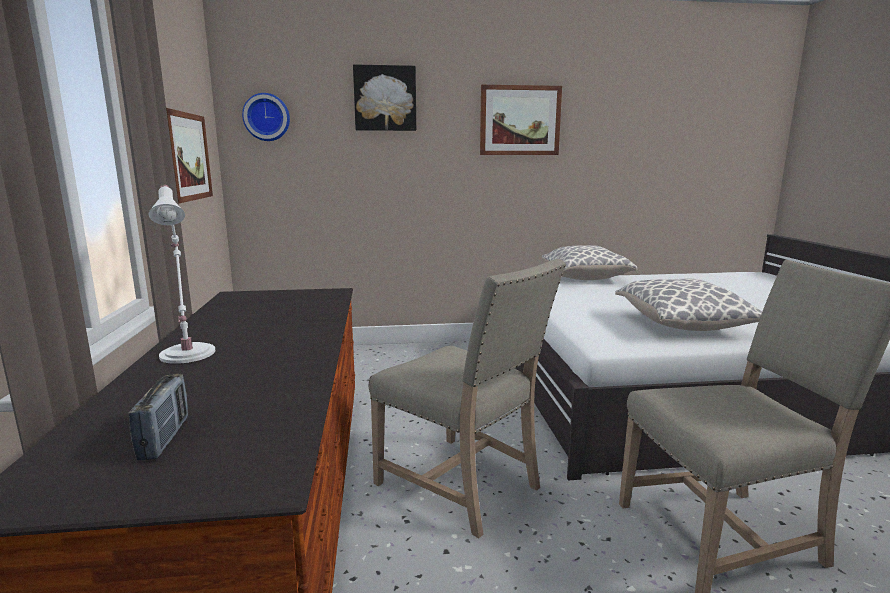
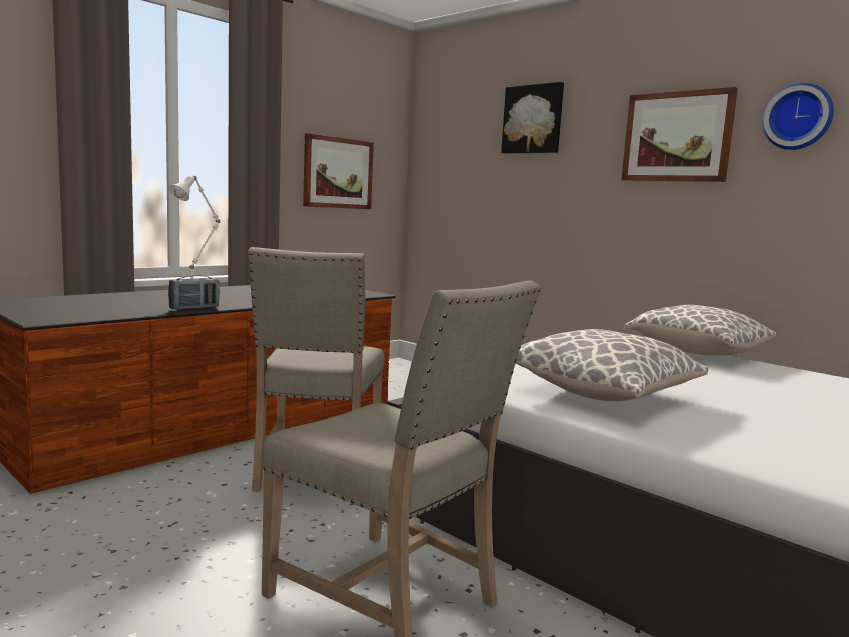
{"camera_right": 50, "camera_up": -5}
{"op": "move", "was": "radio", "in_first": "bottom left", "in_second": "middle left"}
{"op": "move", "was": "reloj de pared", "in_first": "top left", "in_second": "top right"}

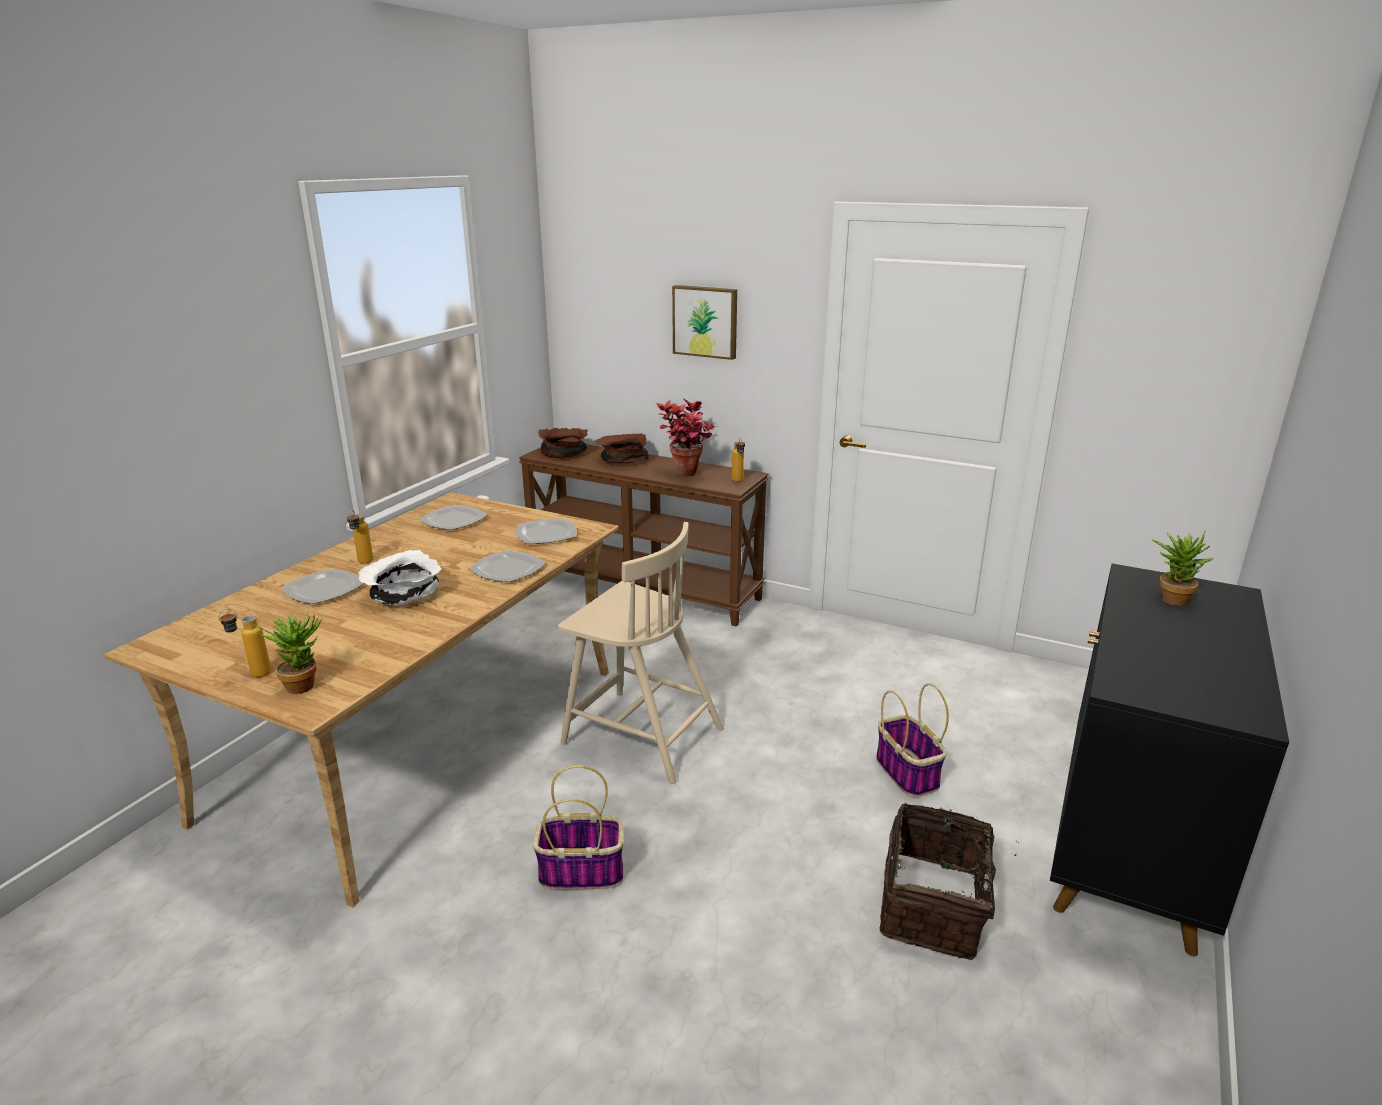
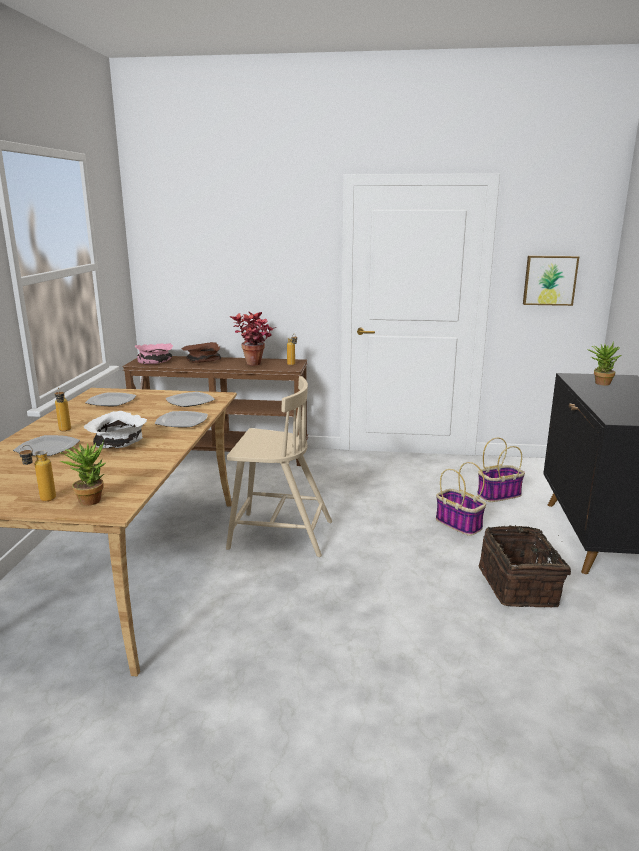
{"camera_right": -20, "camera_up": -5}
{"op": "move", "was": "cesta (1st from left in the first image)", "now": "cesta (2nd from left)", "in_first": "bottom centre", "in_second": "middle right"}
{"op": "move", "was": "cuadro", "in_first": "top centre", "in_second": "top right"}
{"op": "recolor", "was": "cuenco (marrón) (1st from left)", "now": "cuenco (rosa)", "in_first": "centre", "in_second": "middle left"}

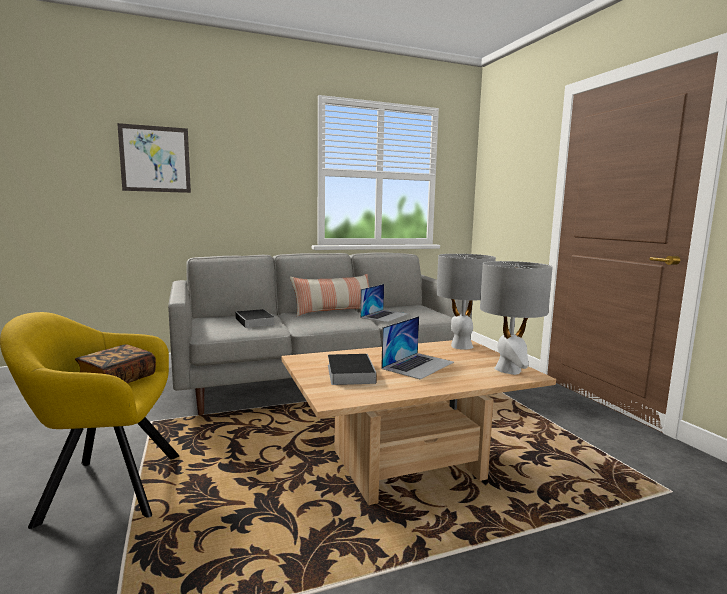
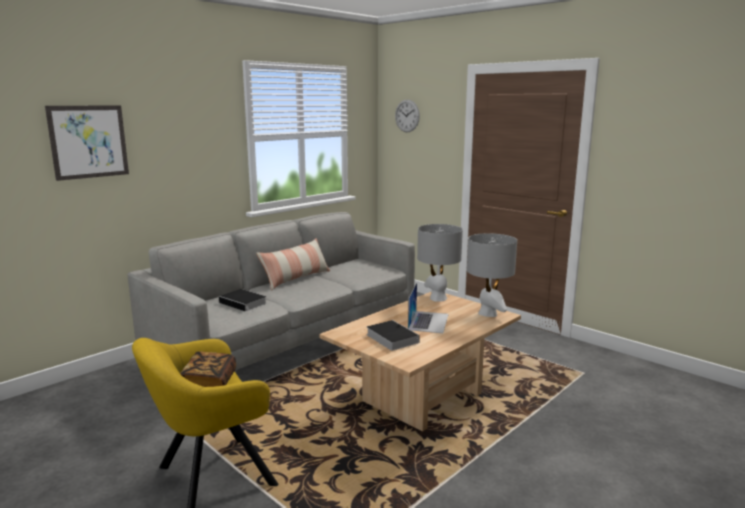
{"camera_right": -25, "camera_up": 5}
{"op": "delete", "was": "portátil (1st from left)", "in_first": "centre"}
{"op": "insert", "now": "reloj de pared", "in_second": "top centre"}

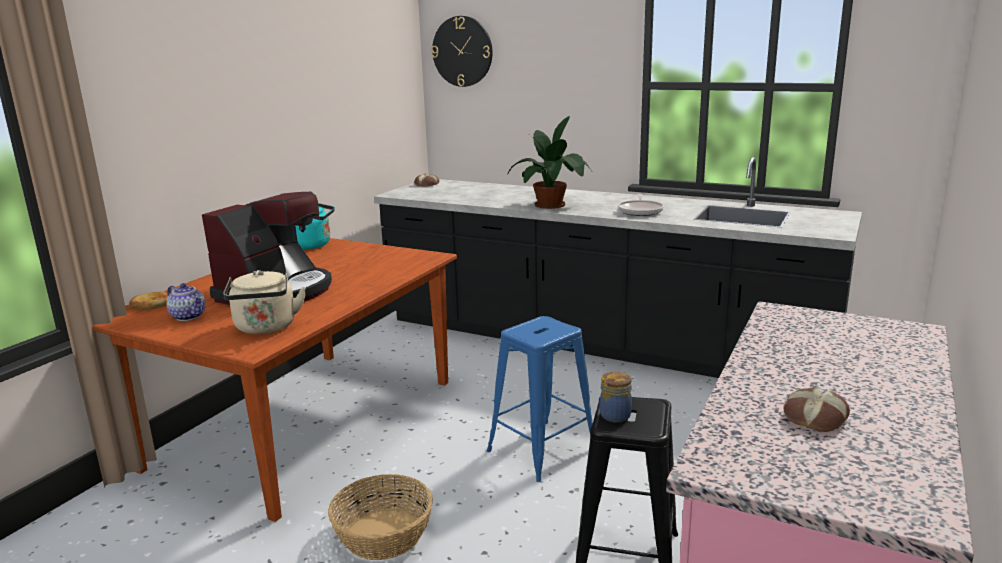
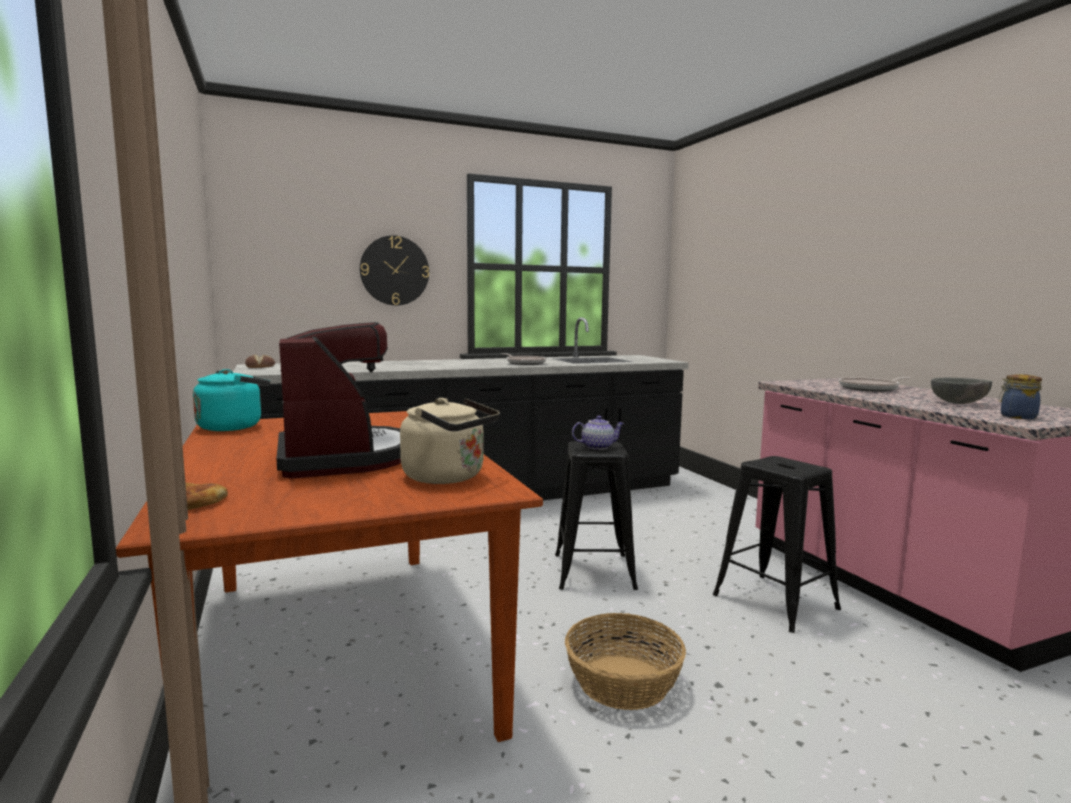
{"camera_right": -50, "camera_up": -10}
{"op": "delete", "was": "planta en maceta", "in_first": "top centre"}
{"op": "insert", "now": "sartén (2nd from left)", "in_second": "middle right"}
{"op": "move", "was": "tetera", "in_first": "middle left", "in_second": "centre"}
{"op": "move", "was": "reloj de pared", "in_first": "top centre", "in_second": "centre"}
{"op": "move", "was": "tarro", "in_first": "bottom centre", "in_second": "middle right"}
{"op": "replace", "was": "pan (3rd from left)", "now": "cuenco (gris)", "in_first": "bottom right", "in_second": "middle right"}
{"op": "recolor", "was": "taburete (azul)", "now": "taburete (negro) (1st from left)", "in_first": "bottom centre", "in_second": "centre"}

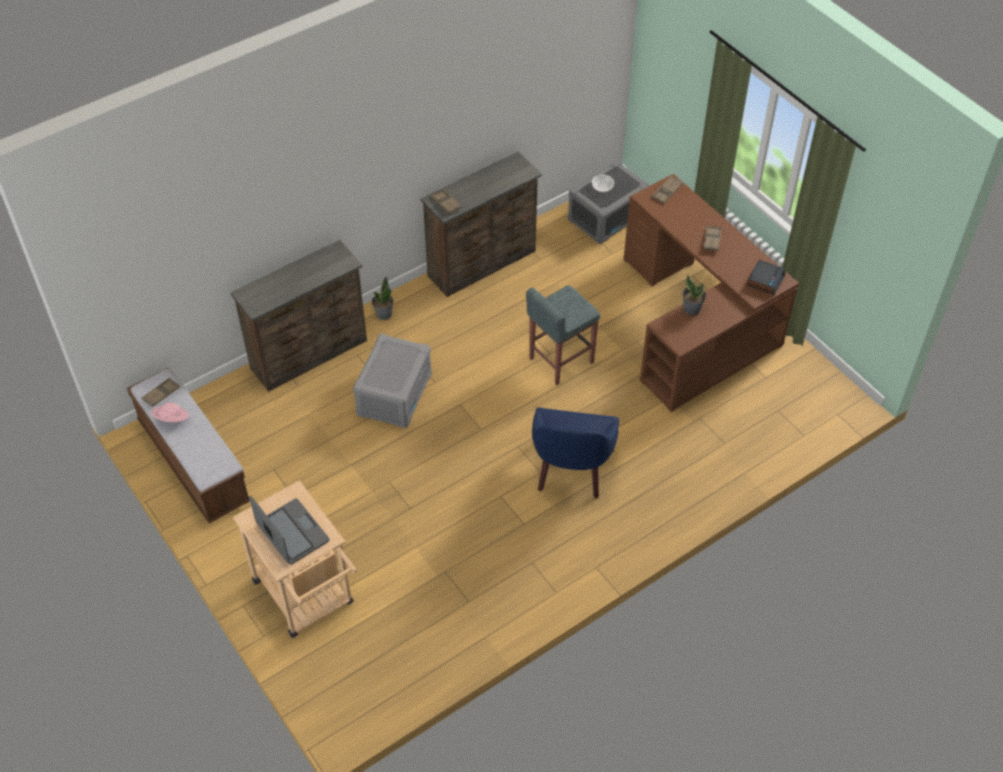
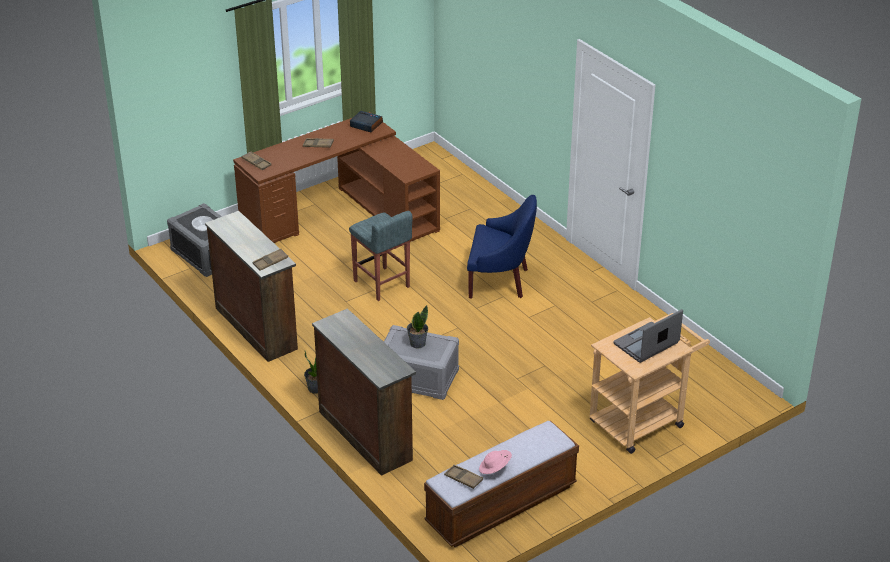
{"camera_right": -90, "camera_up": -15}
{"op": "move", "was": "planta en maceta (2nd from left)", "in_first": "middle right", "in_second": "centre"}

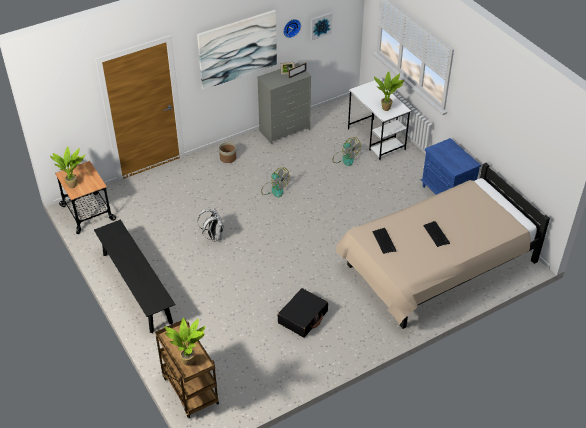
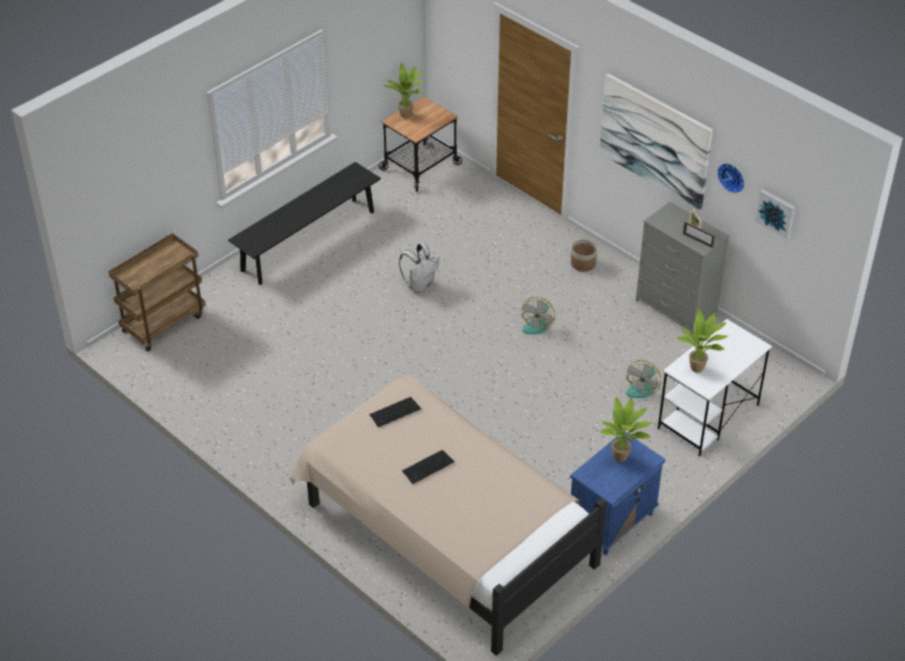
{"camera_right": 75, "camera_up": 0}
{"op": "delete", "was": "maleta (negro)", "in_first": "bottom centre"}
{"op": "move", "was": "planta en maceta (2nd from left)", "in_first": "bottom left", "in_second": "middle right"}

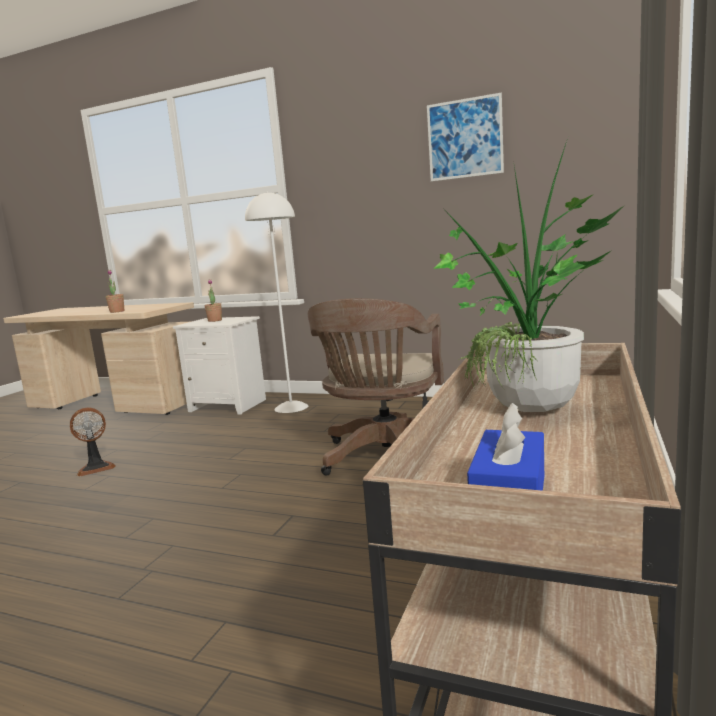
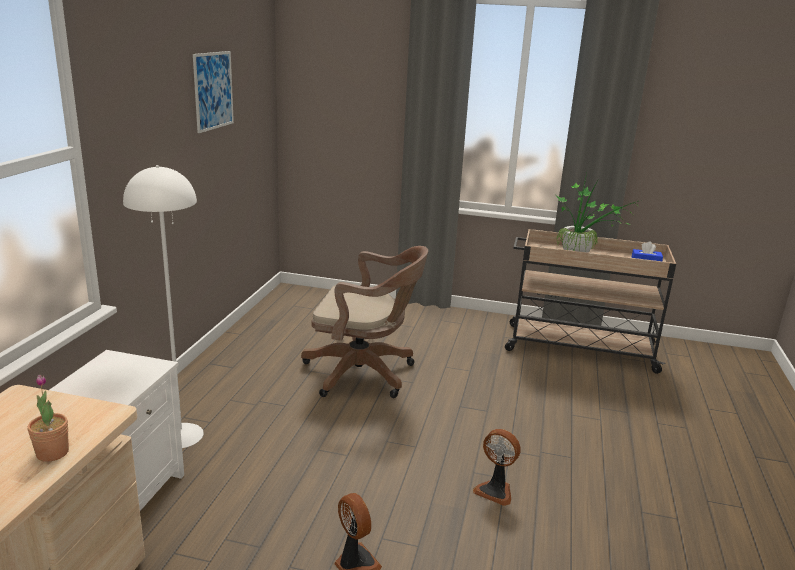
{"camera_right": -100, "camera_up": 10}
{"op": "delete", "was": "planta en maceta (2nd from left)", "in_first": "middle left"}
{"op": "insert", "now": "ventilador (2nd from left)", "in_second": "bottom centre"}

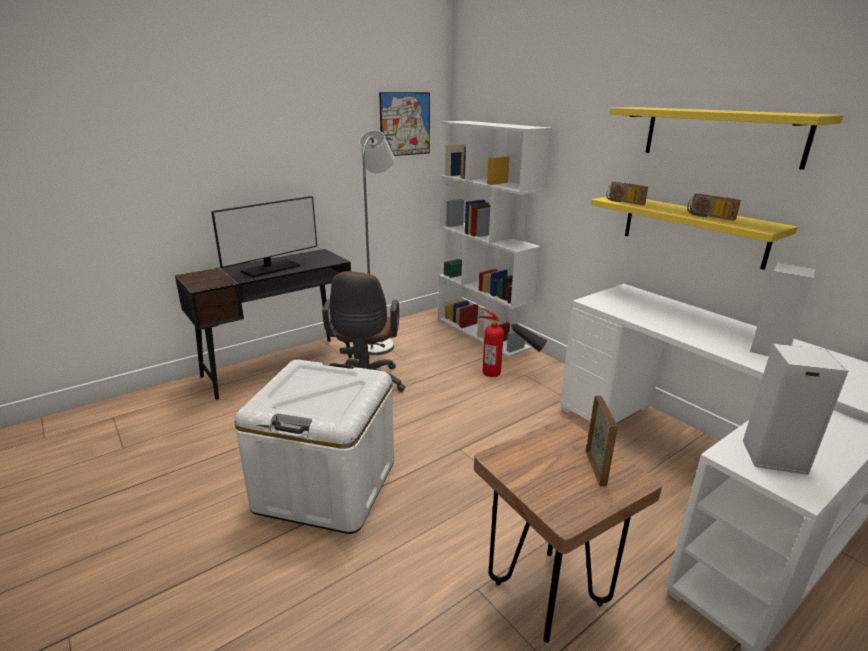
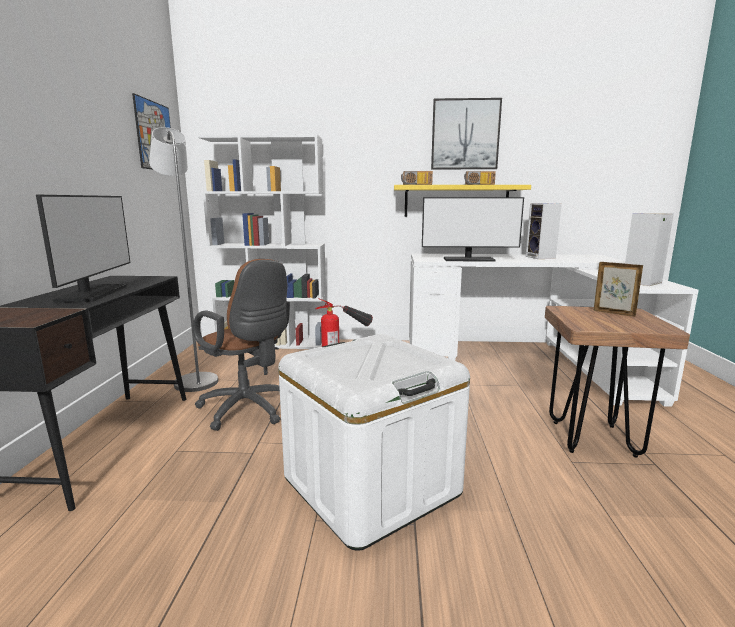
{"camera_right": -50, "camera_up": -10}
{"op": "insert", "now": "monitor (2nd from left)", "in_second": "centre"}
{"op": "replace", "was": "estante (amarillo) (2nd from left)", "now": "cuadro (2nd from left)", "in_first": "top right", "in_second": "top centre"}

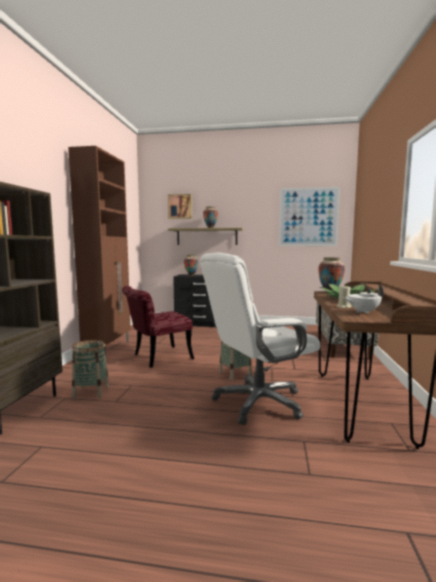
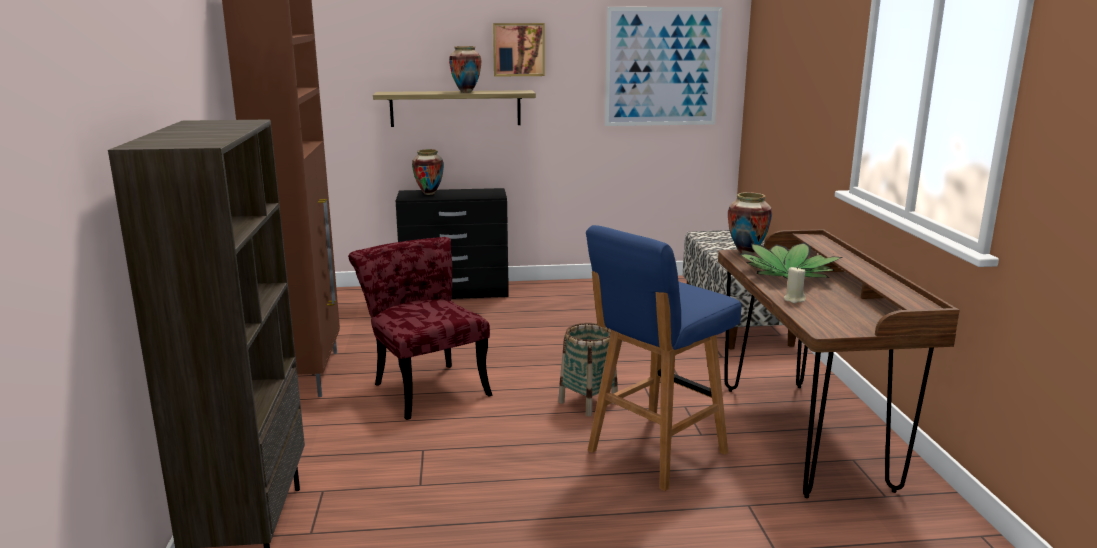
{"camera_right": -15, "camera_up": 10}
{"op": "delete", "was": "cesta (1st from left)", "in_first": "middle left"}
{"op": "delete", "was": "tetera (blanco)", "in_first": "middle right"}
{"op": "move", "was": "cuadro (1st from left)", "in_first": "centre", "in_second": "top centre"}
{"op": "replace", "was": "silla de oficina (blanco)", "now": "taburete (azul)", "in_first": "centre", "in_second": "centre"}
{"op": "rotate", "was": "silla (rojo)", "in_first": "centre", "in_second": "centre", "clockwise": 105}

